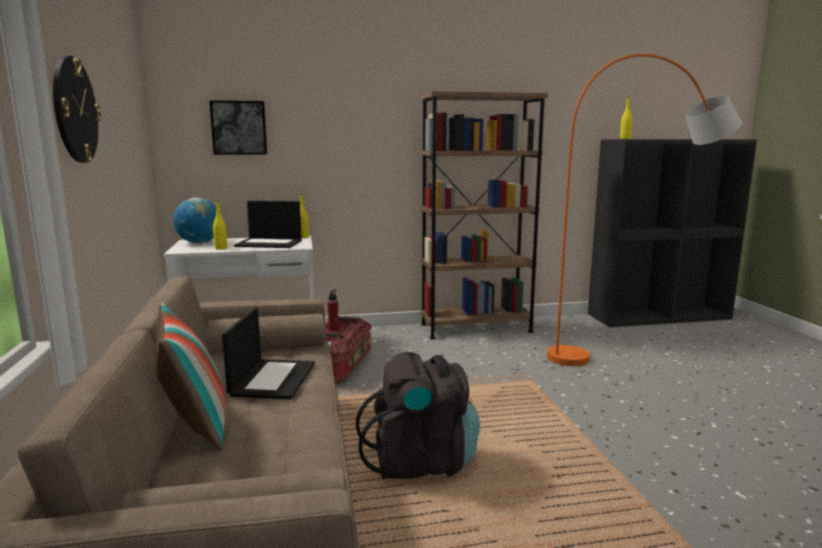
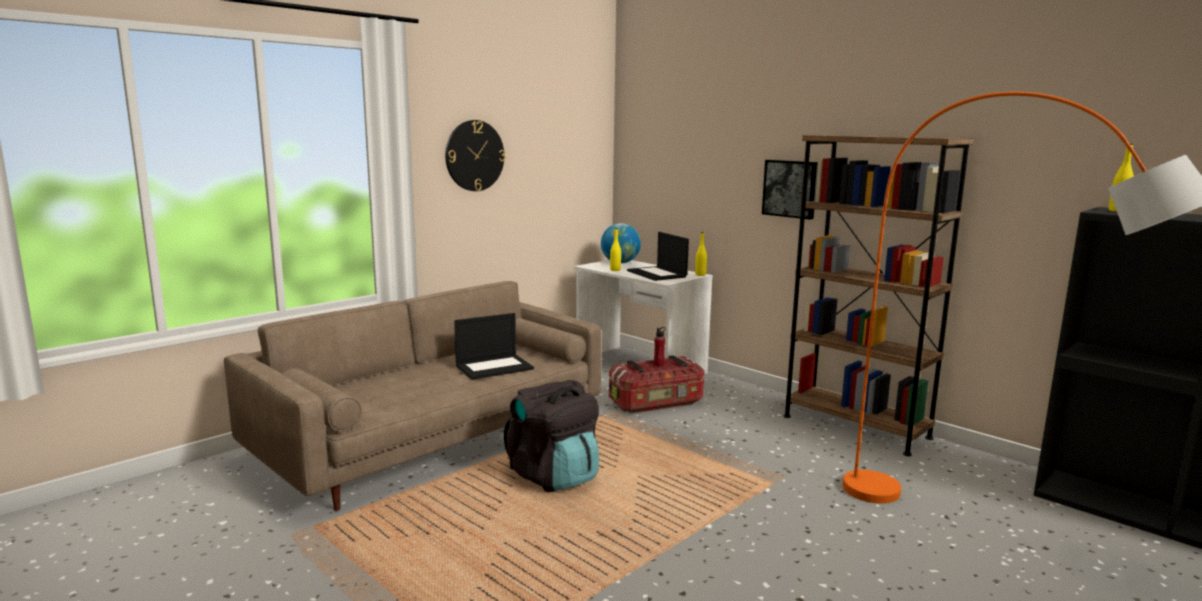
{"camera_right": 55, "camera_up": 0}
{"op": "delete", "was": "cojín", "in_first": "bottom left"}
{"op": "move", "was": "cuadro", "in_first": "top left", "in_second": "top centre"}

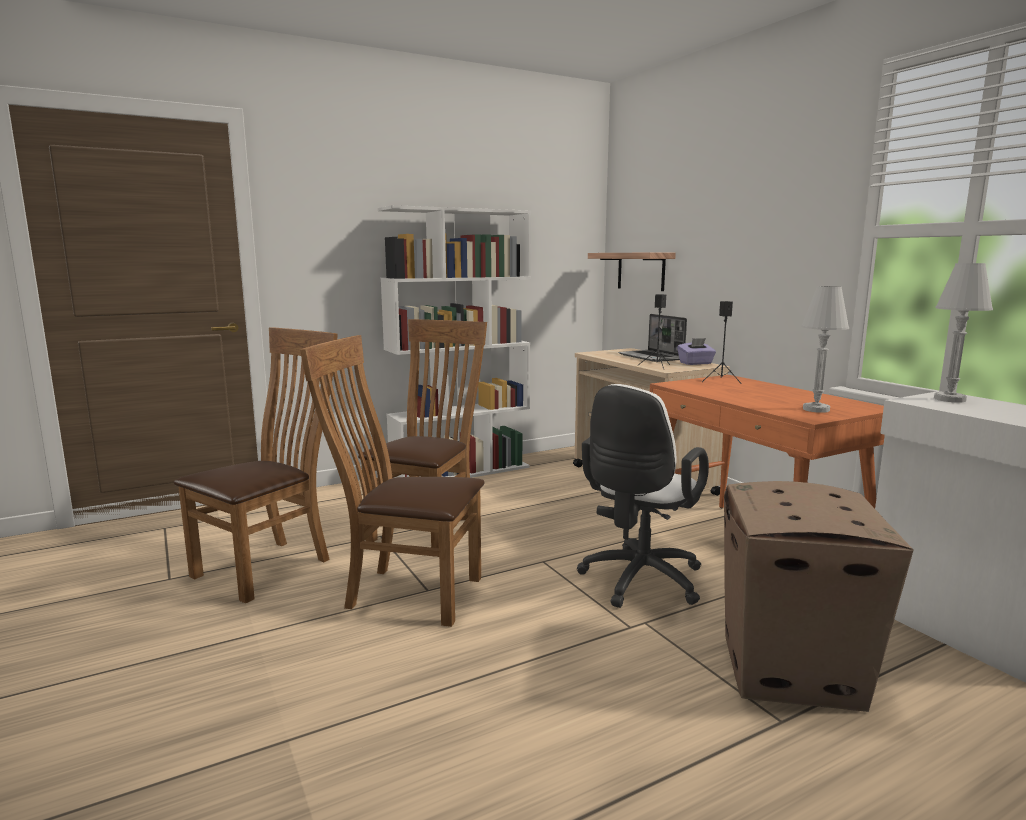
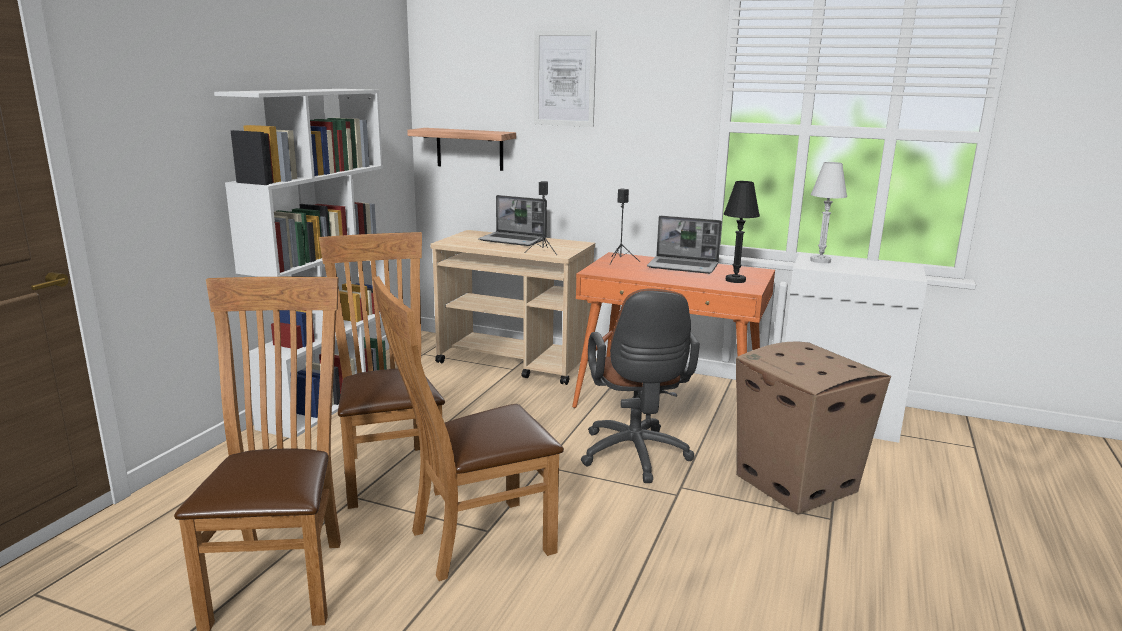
{"camera_right": -40, "camera_up": 5}
{"op": "delete", "was": "caja de pañuelos (morado)", "in_first": "middle right"}
{"op": "insert", "now": "cuadro", "in_second": "top centre"}
{"op": "insert", "now": "portátil (2nd from left)", "in_second": "centre"}
{"op": "recolor", "was": "silla de oficina (blanco)", "now": "silla de oficina (marrón)", "in_first": "centre", "in_second": "centre"}
{"op": "recolor", "was": "lámpara de mesa (blanco) (1st from left)", "now": "lámpara de mesa (negro)", "in_first": "middle right", "in_second": "centre"}

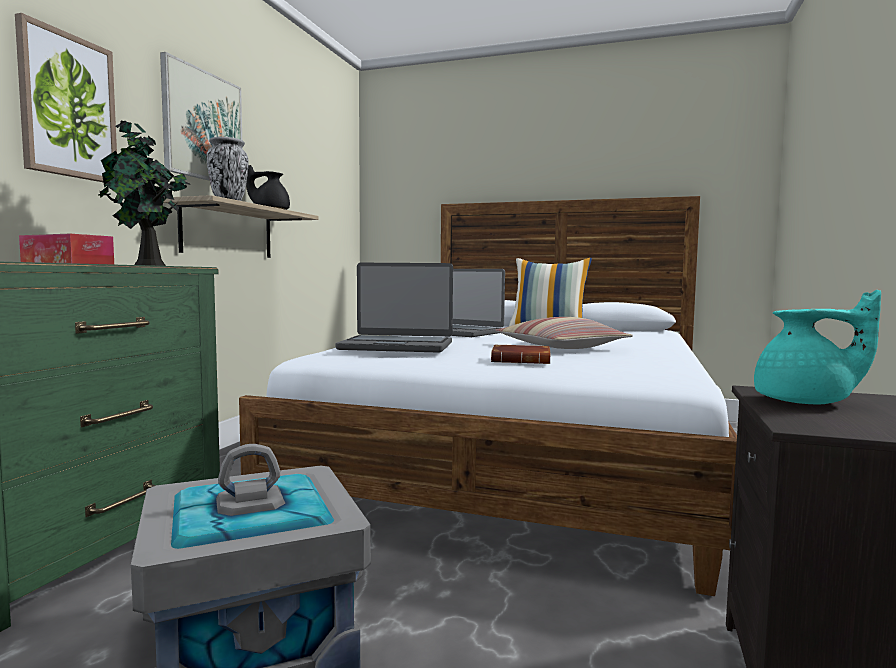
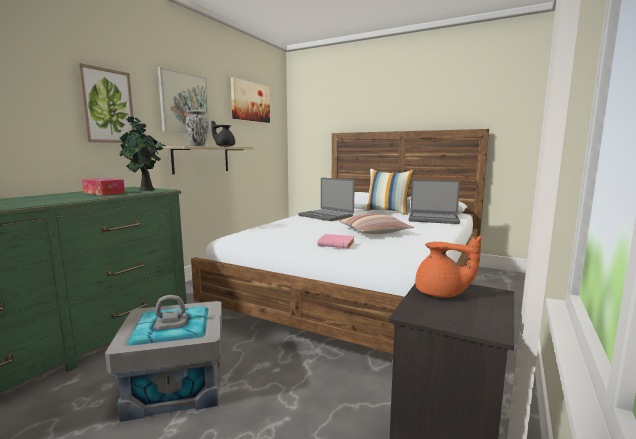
{"camera_right": 10, "camera_up": 5}
{"op": "insert", "now": "cuadro (3rd from left)", "in_second": "top centre"}
{"op": "move", "was": "portátil (1st from left in the first image)", "now": "portátil (2nd from left)", "in_first": "centre", "in_second": "middle right"}
{"op": "recolor", "was": "libro (marrón)", "now": "libro (rosa)", "in_first": "centre", "in_second": "centre"}
{"op": "recolor", "was": "tetera (turquesa)", "now": "tetera (naranja)", "in_first": "middle right", "in_second": "middle right"}

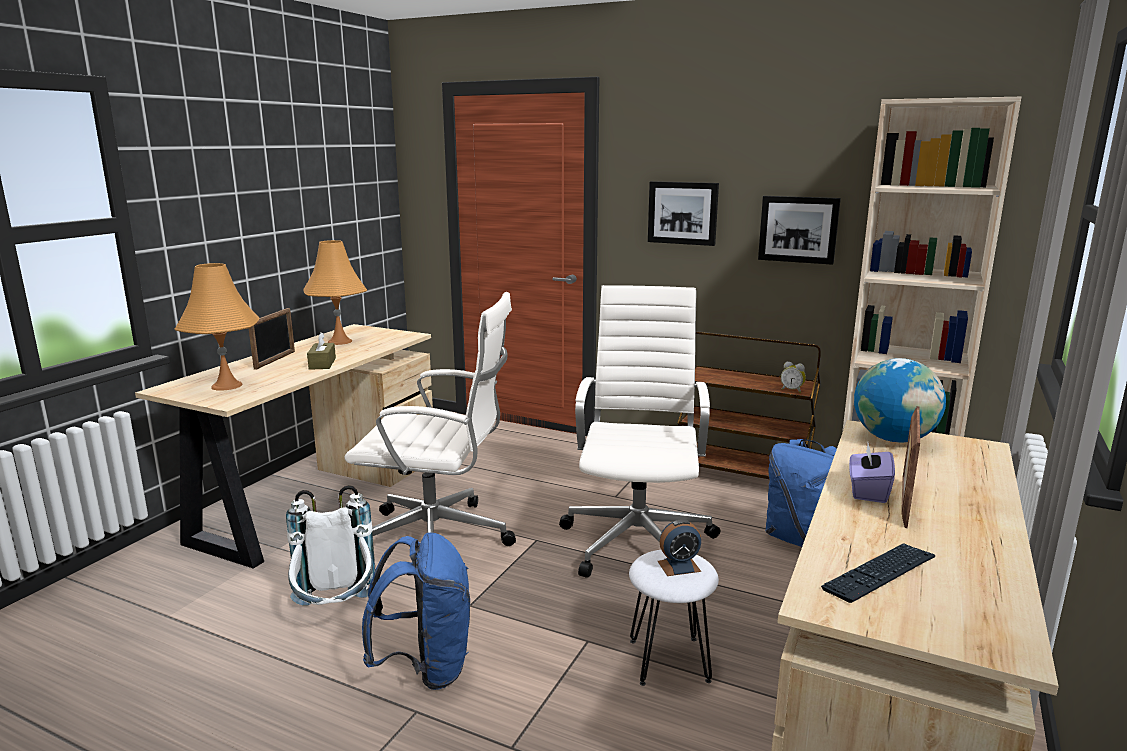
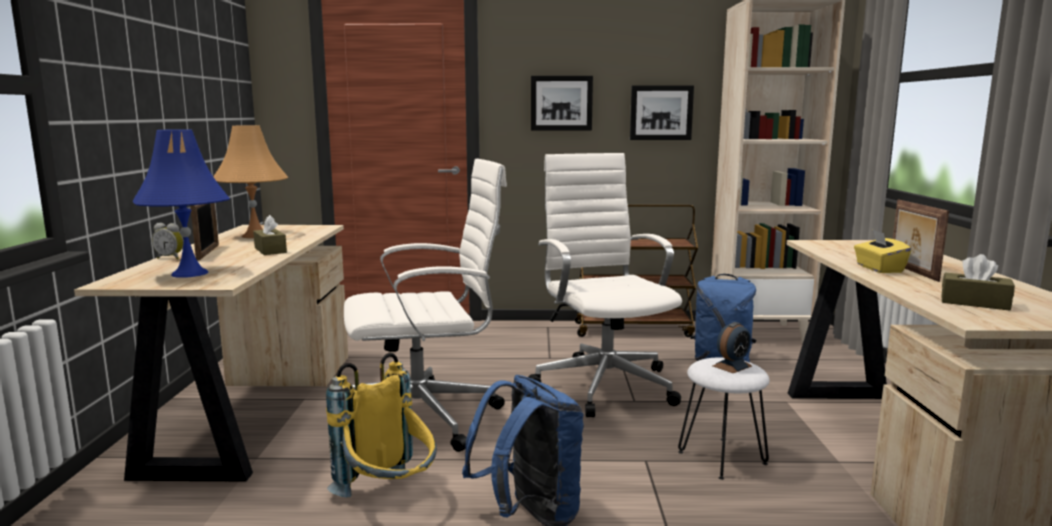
{"camera_right": -25, "camera_up": -5}
{"op": "delete", "was": "globo terráqueo", "in_first": "middle right"}
{"op": "move", "was": "despertador (2nd from left in the first image)", "now": "despertador (1st from left)", "in_first": "middle right", "in_second": "middle left"}
{"op": "replace", "was": "teclado", "now": "caja de pañuelos (marrón) (2nd from left)", "in_first": "bottom right", "in_second": "middle right"}
{"op": "recolor", "was": "lámpara de mesa (naranja) (1st from left)", "now": "lámpara de mesa (azul)", "in_first": "middle left", "in_second": "middle left"}
{"op": "recolor", "was": "mochila (blanco)", "now": "mochila (amarillo)", "in_first": "bottom left", "in_second": "bottom centre"}
{"op": "recolor", "was": "caja de pañuelos (morado)", "now": "caja de pañuelos (amarillo)", "in_first": "middle right", "in_second": "middle right"}

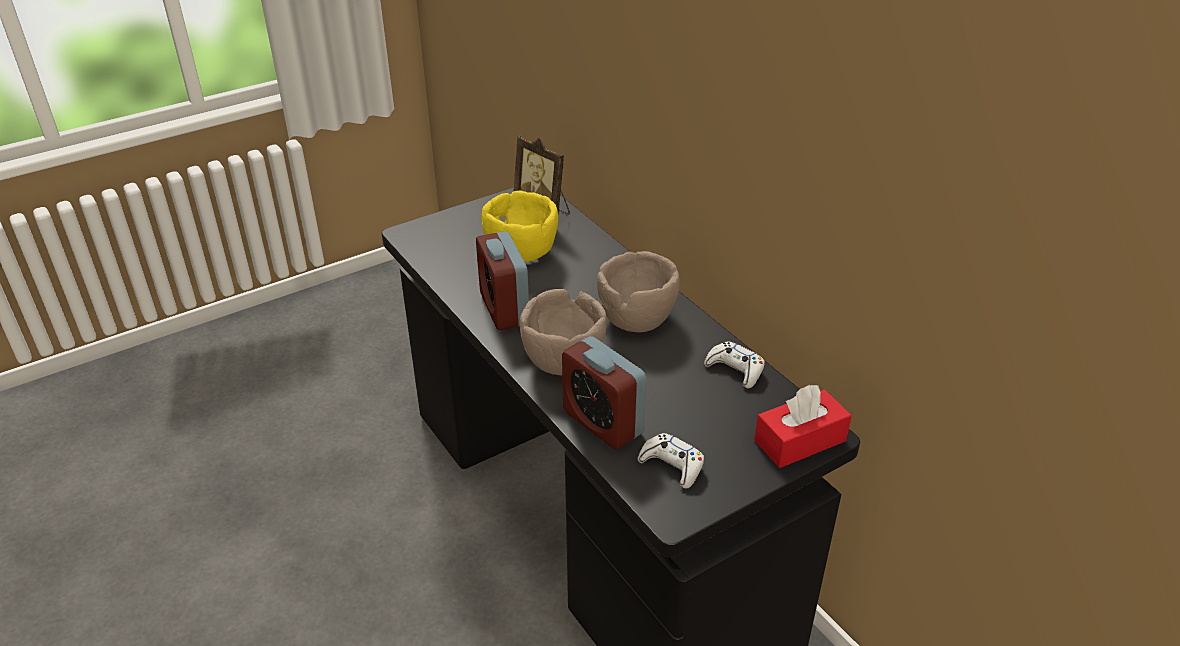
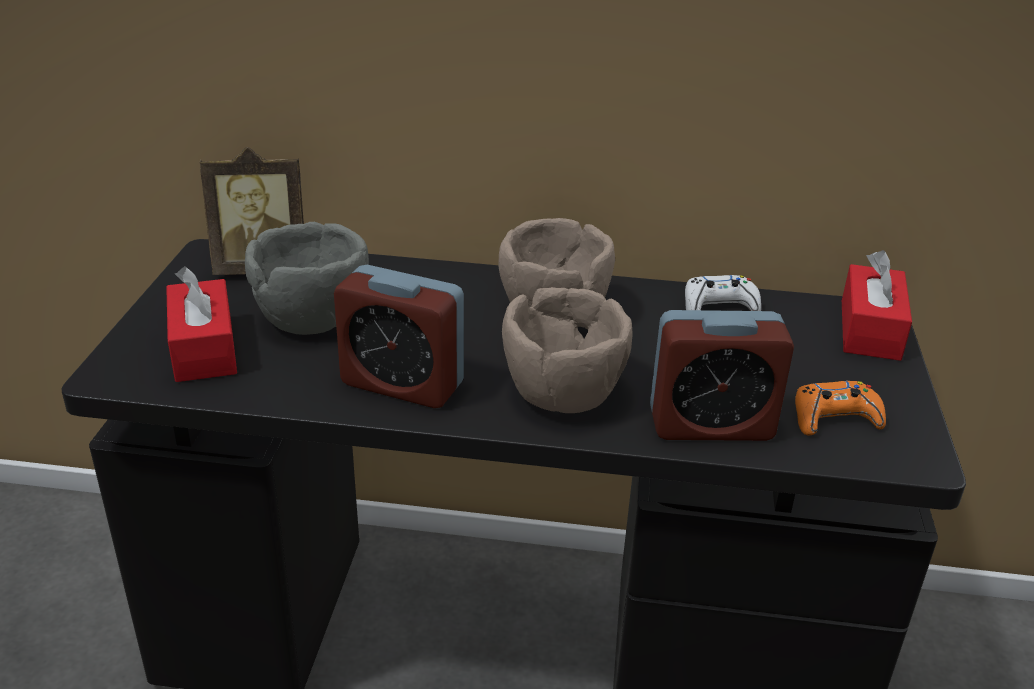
{"camera_right": -50, "camera_up": -5}
{"op": "insert", "now": "caja de pañuelos (rojo) (1st from left)", "in_second": "middle left"}
{"op": "recolor", "was": "cuenco (amarillo)", "now": "cuenco (gris)", "in_first": "centre", "in_second": "middle left"}
{"op": "recolor", "was": "mando de consola (blanco) (1st from left)", "now": "mando de consola (naranja)", "in_first": "bottom centre", "in_second": "middle right"}

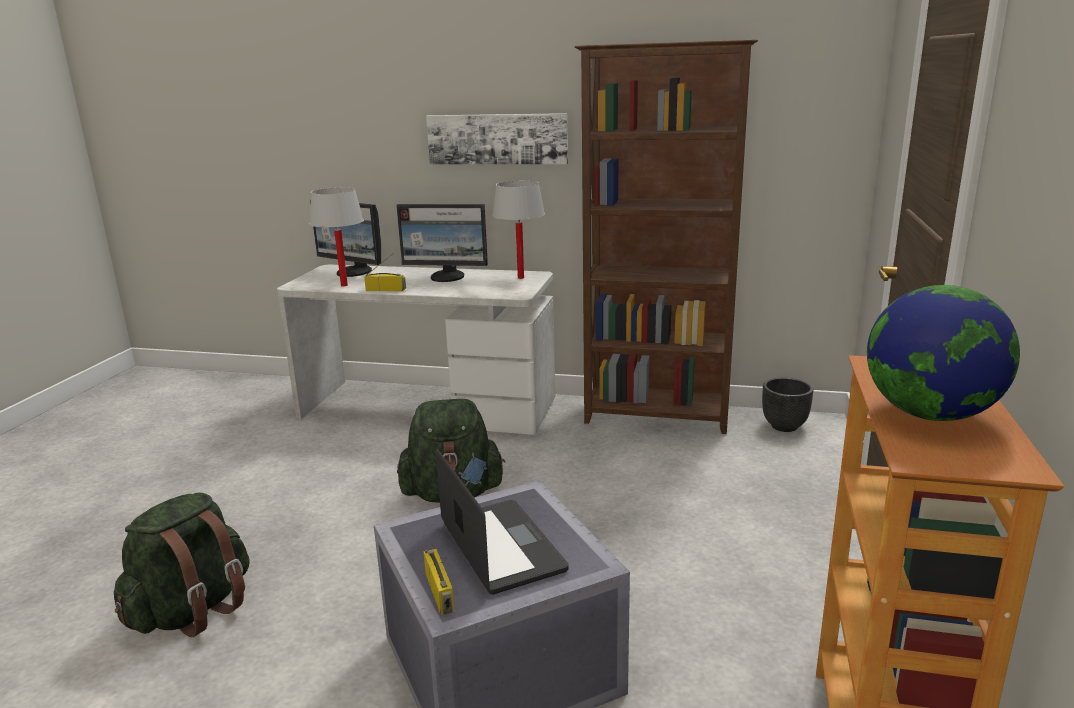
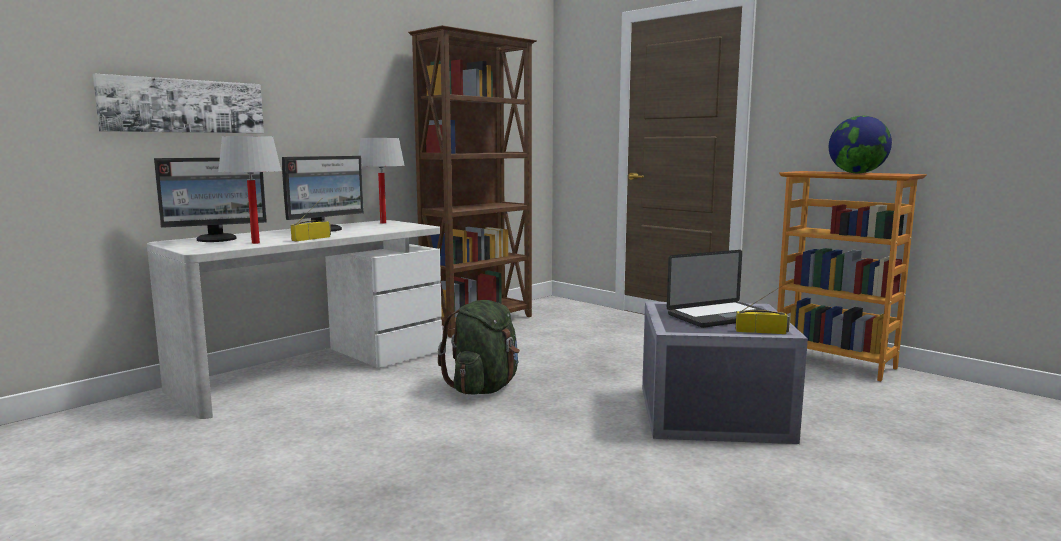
{"camera_right": -60, "camera_up": -10}
{"op": "delete", "was": "mochila (verde) (1st from left)", "in_first": "bottom left"}
{"op": "delete", "was": "maceta (negro)", "in_first": "middle right"}
{"op": "move", "was": "cuadro", "in_first": "top centre", "in_second": "top left"}
{"op": "rotate", "was": "portátil", "in_first": "bottom centre", "in_second": "middle right", "clockwise": 150}

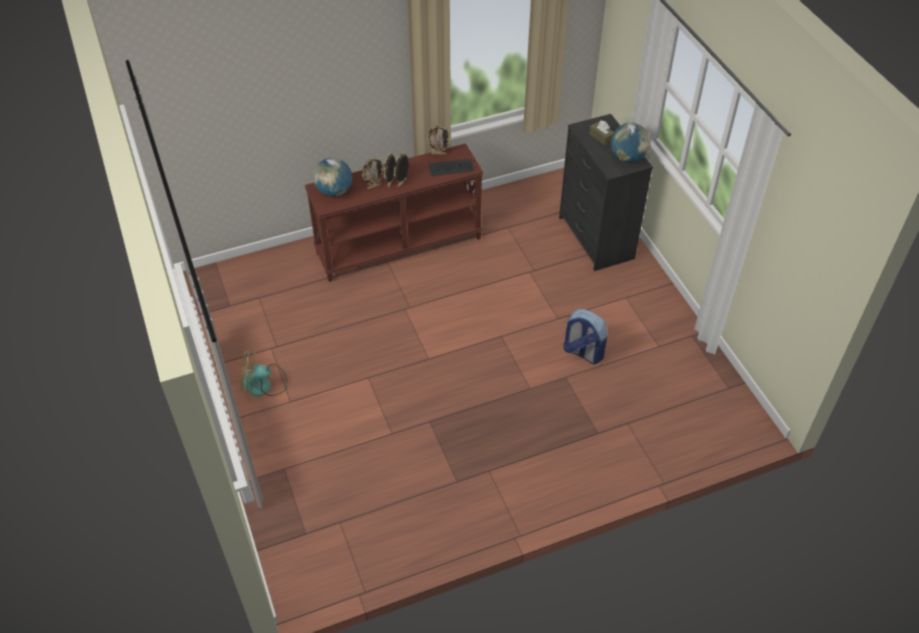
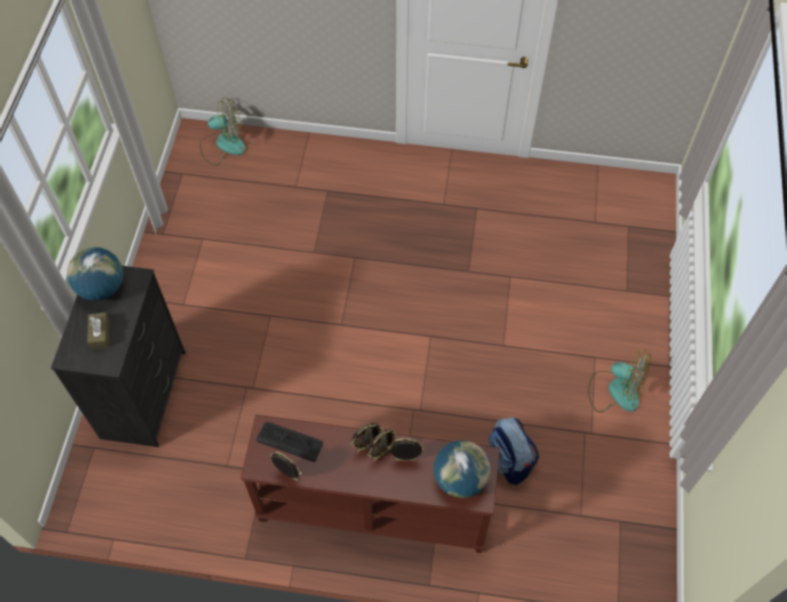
{"camera_right": -150, "camera_up": 10}
{"op": "insert", "now": "ventilador (1st from left)", "in_second": "top left"}
{"op": "move", "was": "mochila", "in_first": "centre", "in_second": "bottom centre"}

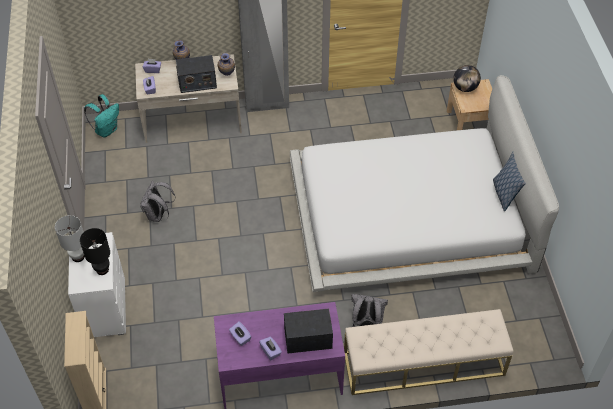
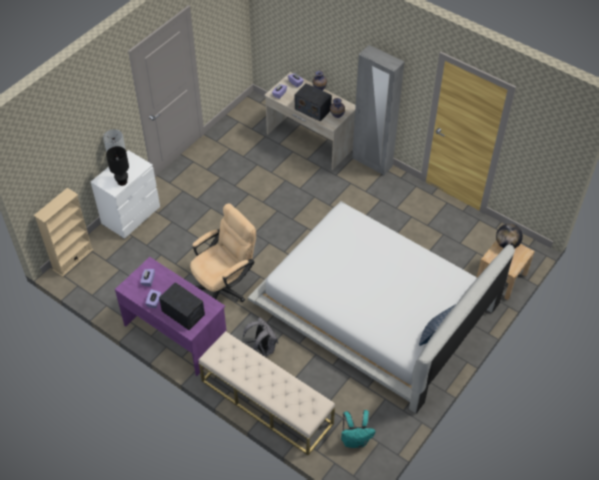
{"camera_right": 45, "camera_up": 0}
{"op": "delete", "was": "mochila (gris) (1st from left)", "in_first": "middle left"}
{"op": "insert", "now": "silla de oficina (beis)", "in_second": "centre"}
{"op": "move", "was": "mochila (turquesa)", "in_first": "top left", "in_second": "bottom centre"}

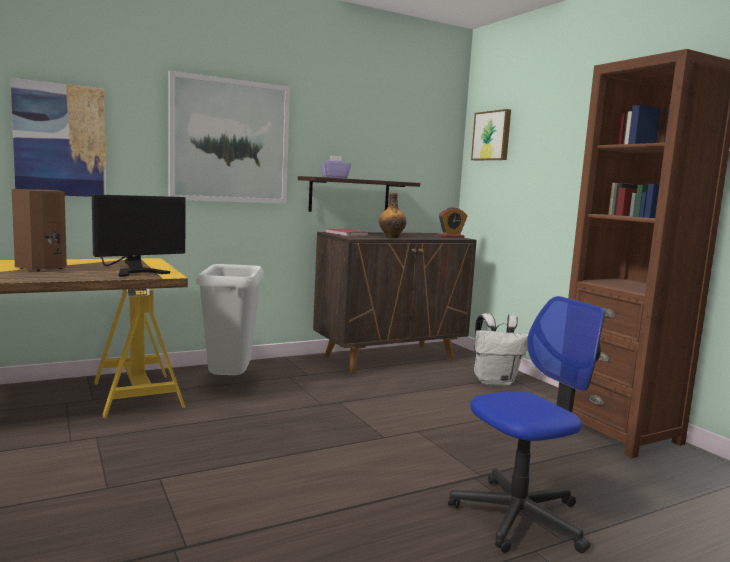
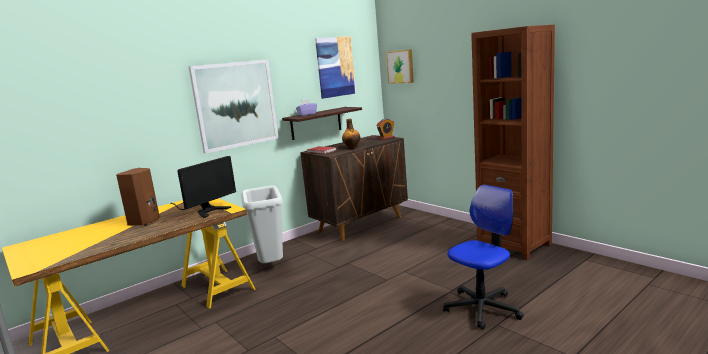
{"camera_right": -10, "camera_up": 5}
{"op": "delete", "was": "mochila (blanco)", "in_first": "middle right"}
{"op": "move", "was": "cuadro (1st from left in the first image)", "now": "cuadro (2nd from left)", "in_first": "top left", "in_second": "top centre"}

